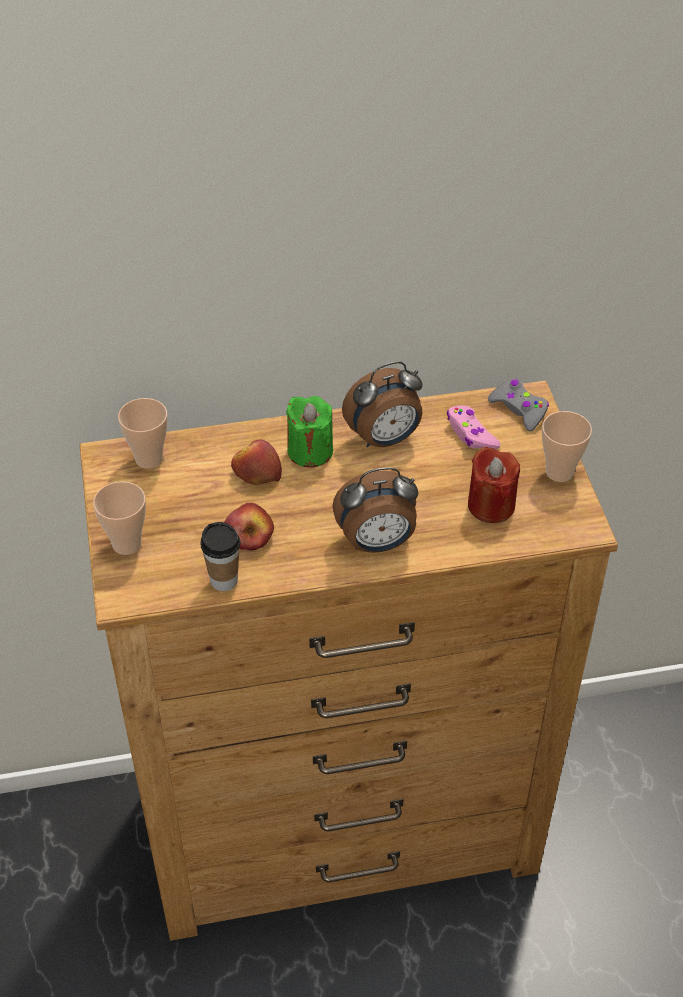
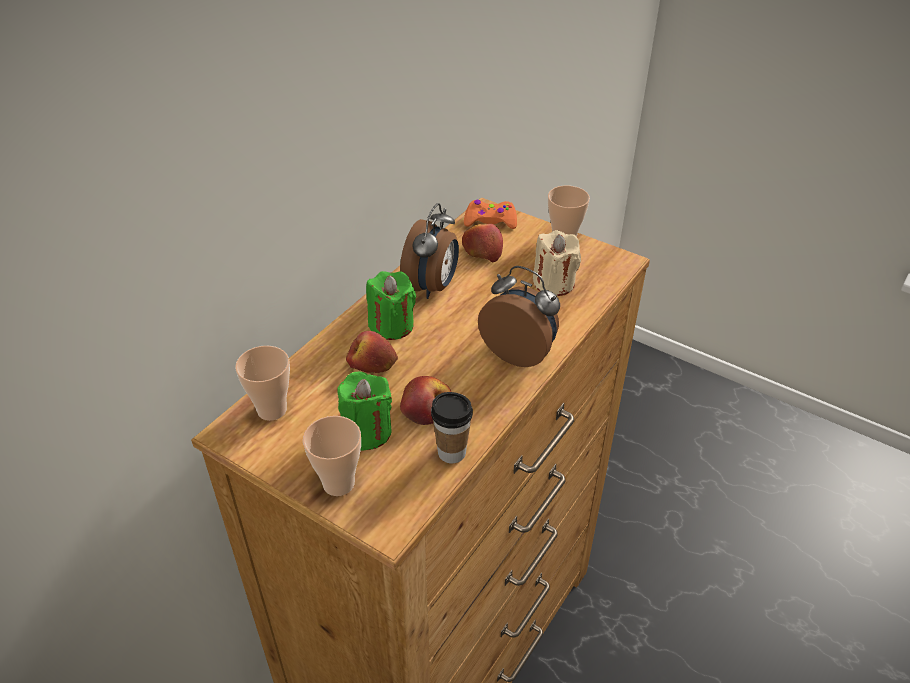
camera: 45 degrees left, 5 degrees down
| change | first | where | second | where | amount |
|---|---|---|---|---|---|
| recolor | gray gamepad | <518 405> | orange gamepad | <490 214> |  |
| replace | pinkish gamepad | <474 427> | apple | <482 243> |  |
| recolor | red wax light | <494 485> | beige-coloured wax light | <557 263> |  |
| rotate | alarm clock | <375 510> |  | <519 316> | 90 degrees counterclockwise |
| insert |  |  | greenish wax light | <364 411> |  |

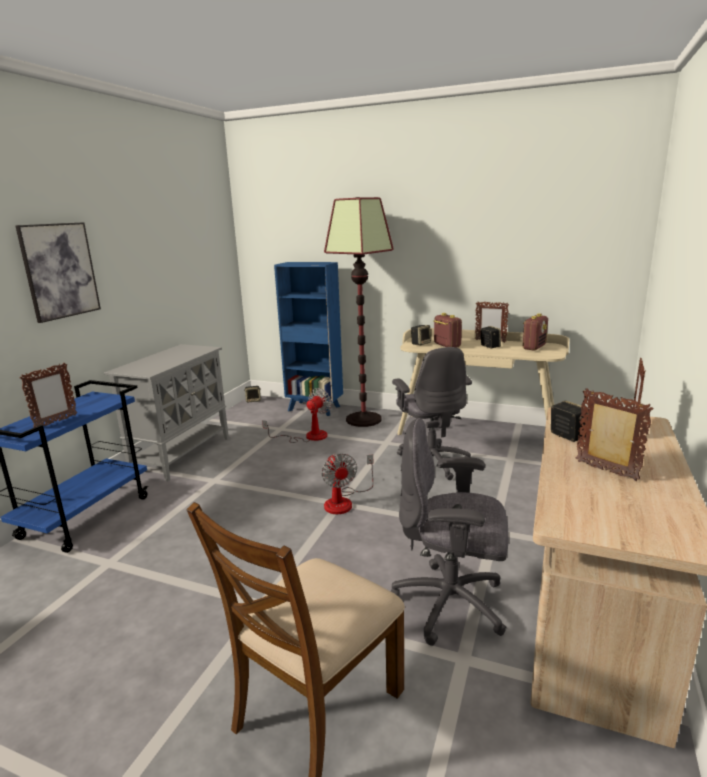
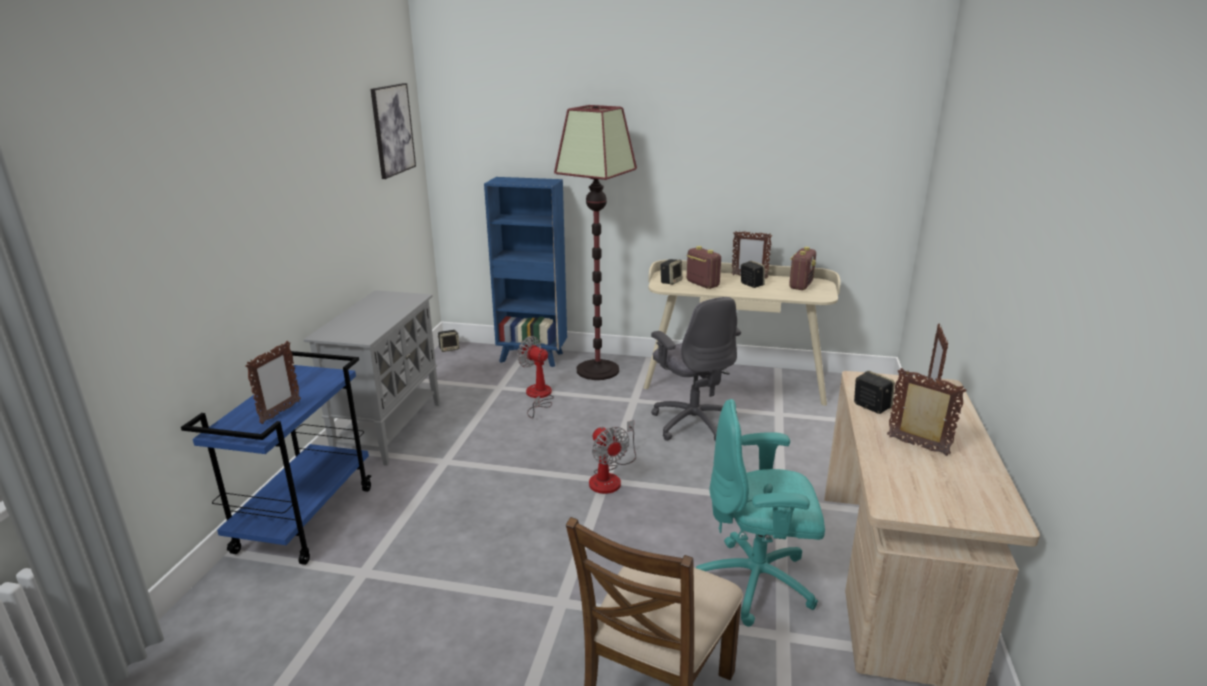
camera: 10 degrees left, 5 degrees up
| change | first | where | second | where | amount |
|---|---|---|---|---|---|
| move | wall art | <58 272> |  | <393 131> |  |
| rotate | electric fan | <297 415> |  | <535 377> | 75 degrees counterclockwise |
| recolor | gray desk chair | <450 532> | blue-green desk chair | <760 513> |  |

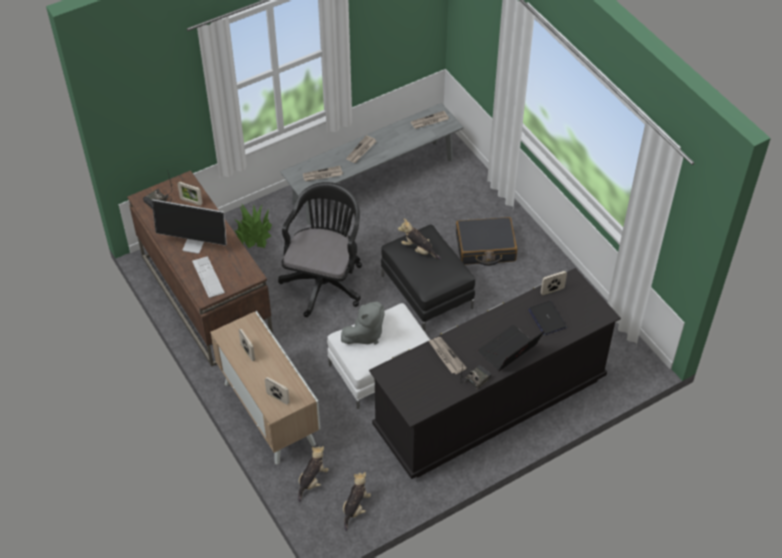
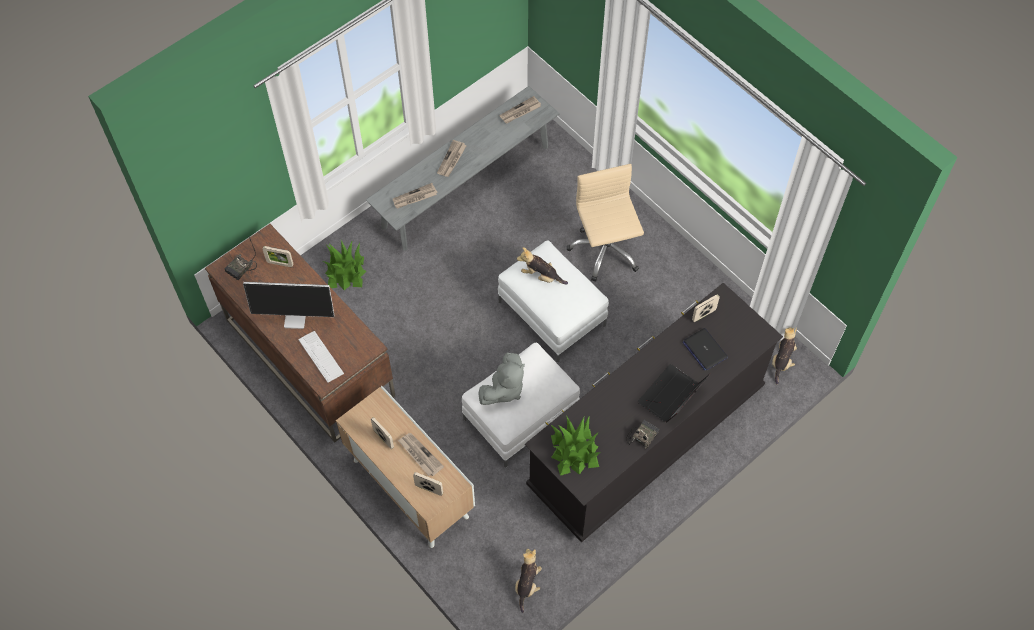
camera: 10 degrees left, 10 degrees up
| change | first | where | second | where | amount |
|---|---|---|---|---|---|
| delete | black desk chair | <320 249> |  |  |  |
| replace | black suitcase | <486 241> | beige-coloured desk chair | <605 223> |  |
| recolor | black ottoman | <428 278> | whitish ottoman | <553 301> |  |
| move | printed paper | <447 355> |  | <421 454> |  |
| move | soft toy | <313 474> |  | <784 356> |  |
| insert |  |  | potted plant | <576 445> |  |

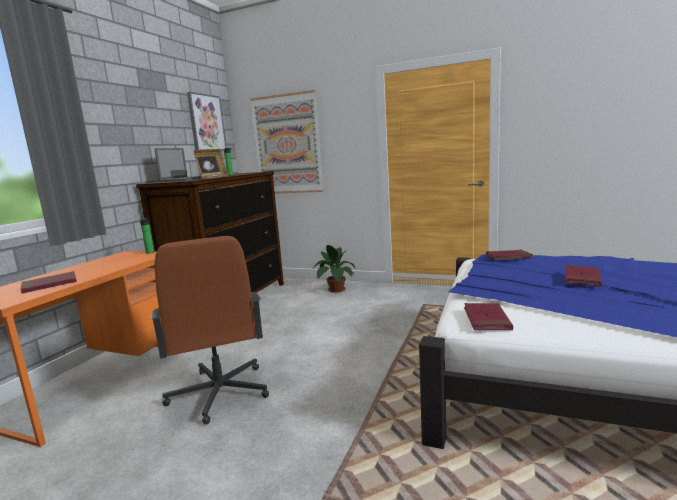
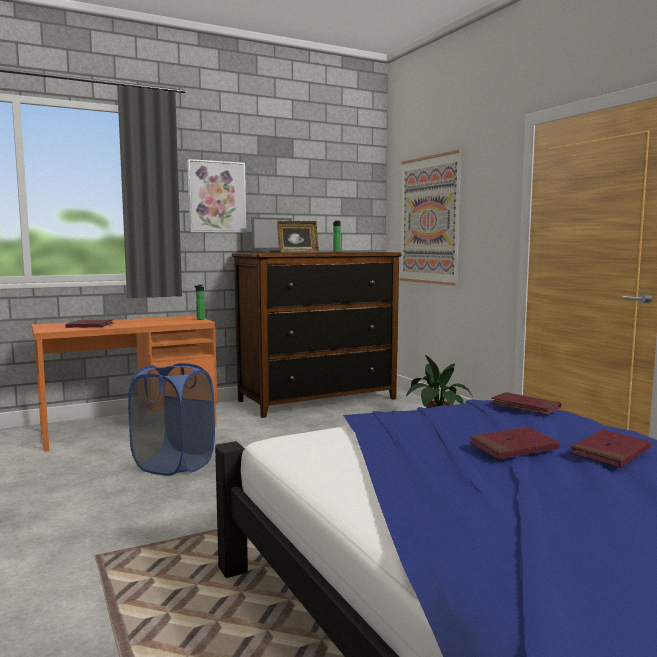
camera: 40 degrees right, 5 degrees down
| change | first | where | second | where | amount |
|---|---|---|---|---|---|
| move | wall art | <206 121> |  | <216 196> |  |
| replace | brown desk chair | <209 330> | bluish washing basket | <171 419> |  |
| move | red book | <488 317> |  | <610 448> |  |

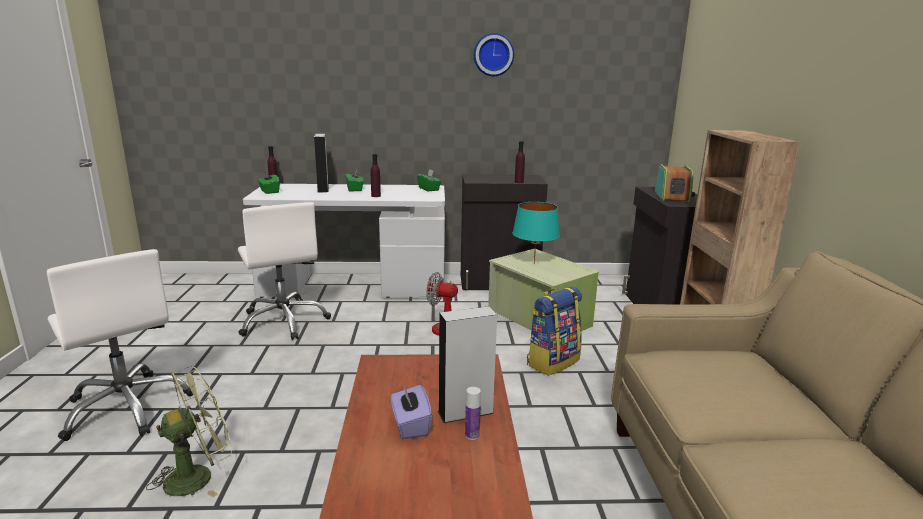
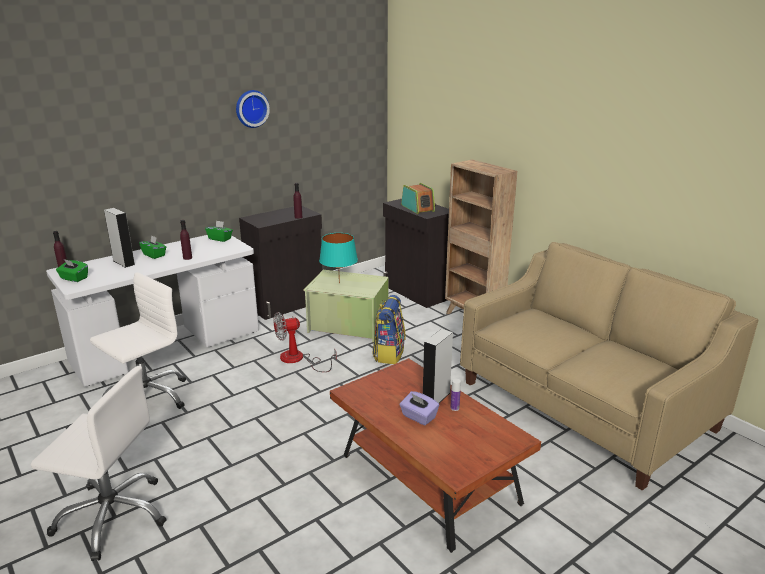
camera: 35 degrees left, 5 degrees up
| change | first | where | second | where | amount |
|---|---|---|---|---|---|
| rotate | whitish desk chair | <284 271> |  | <138 340> | 75 degrees counterclockwise |
| delete | greenish electric fan | <189 431> |  |  |  |

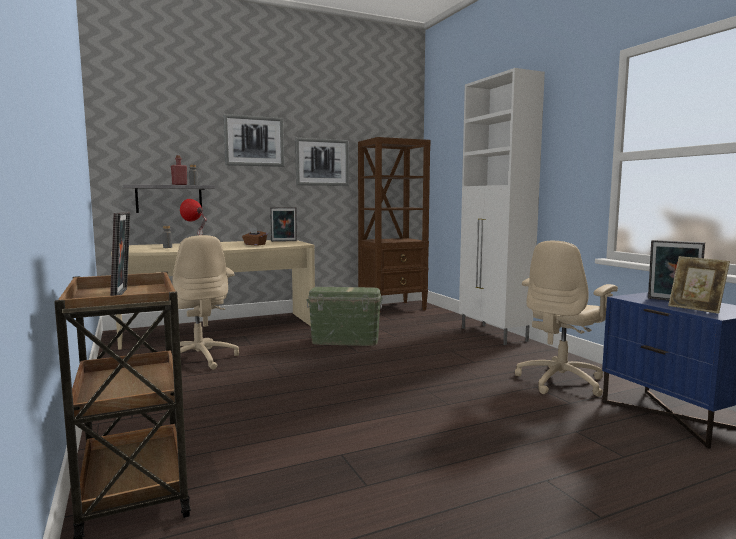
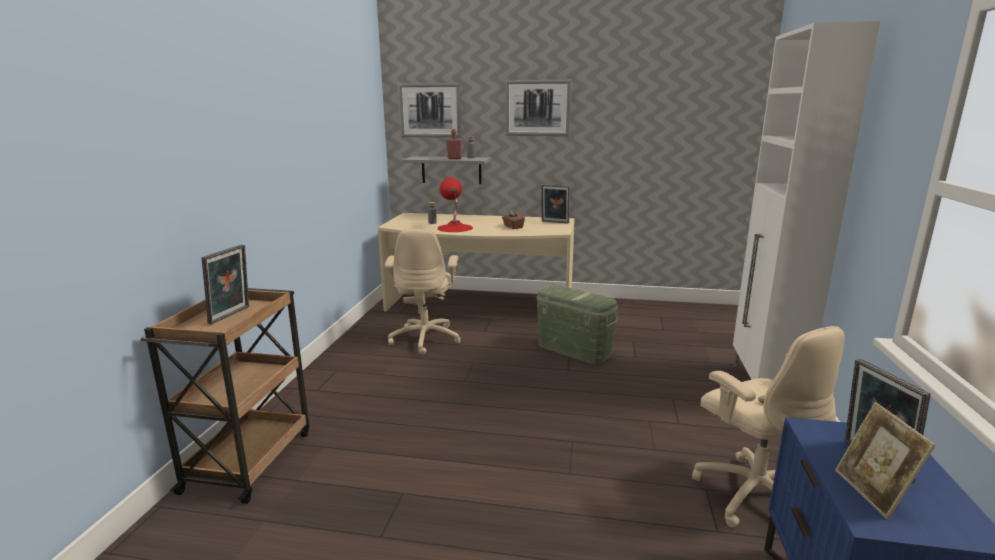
camera: 35 degrees right, 10 degrees up
| change | first | where | second | where | amount |
|---|---|---|---|---|---|
| delete | brown bookshelf | <394 224> |  |  |  |
| move | wall art | <322 162> |  | <429 110> |  |
| rotate | beige-coloured desk chair | <566 319> |  | <768 427> | 105 degrees counterclockwise |

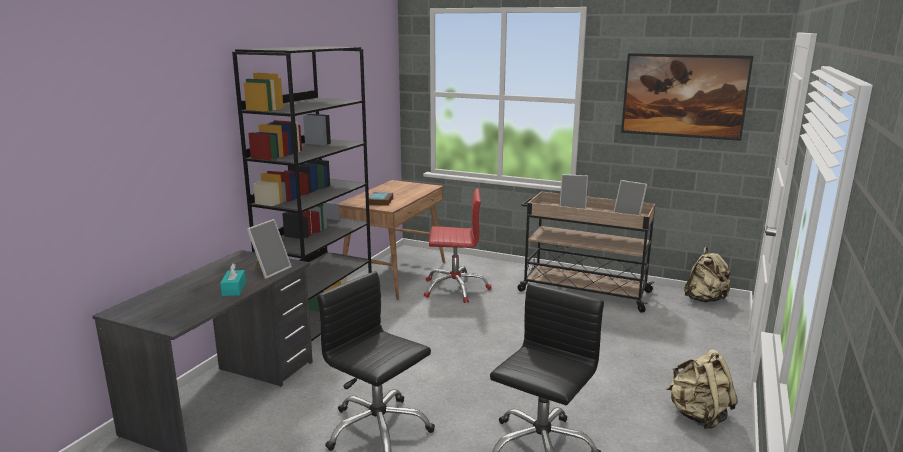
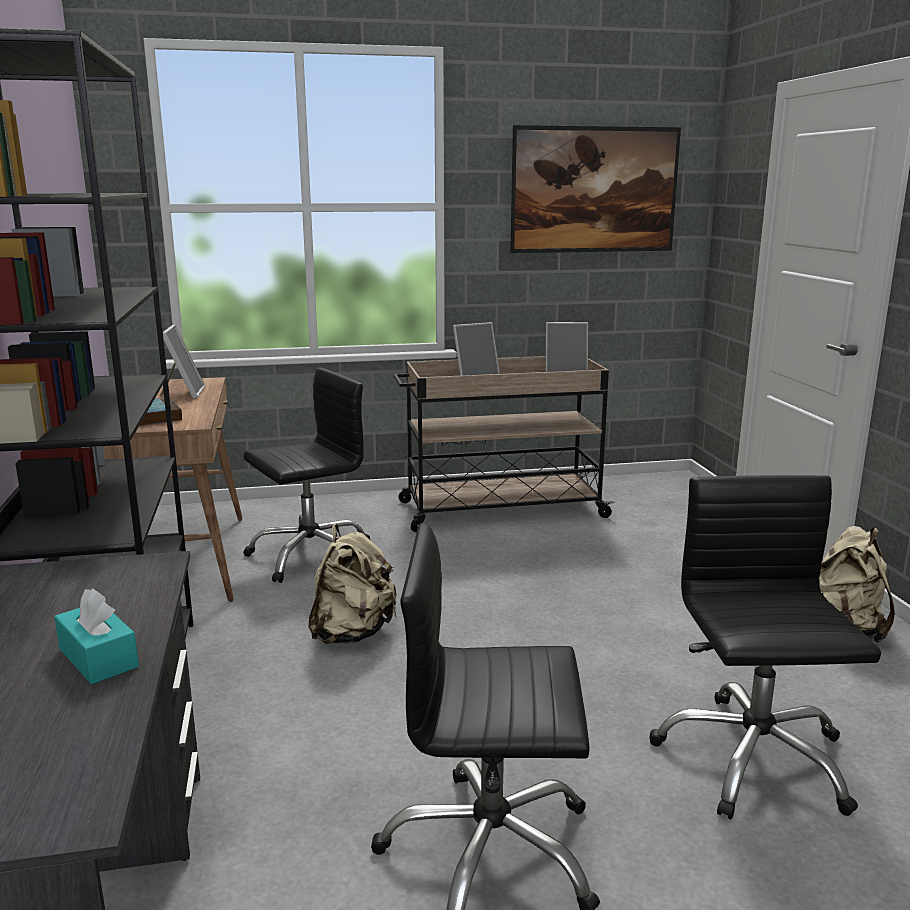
camera: 35 degrees left, 0 degrees up
| change | first | where | second | where | amount |
|---|---|---|---|---|---|
| recolor | red desk chair | <458 245> | black desk chair | <306 475> |  |
| move | standing frame | <269 249> |  | <182 362> |  |
| move | beige-coloured knapsack | <707 274> |  | <352 584> |  |

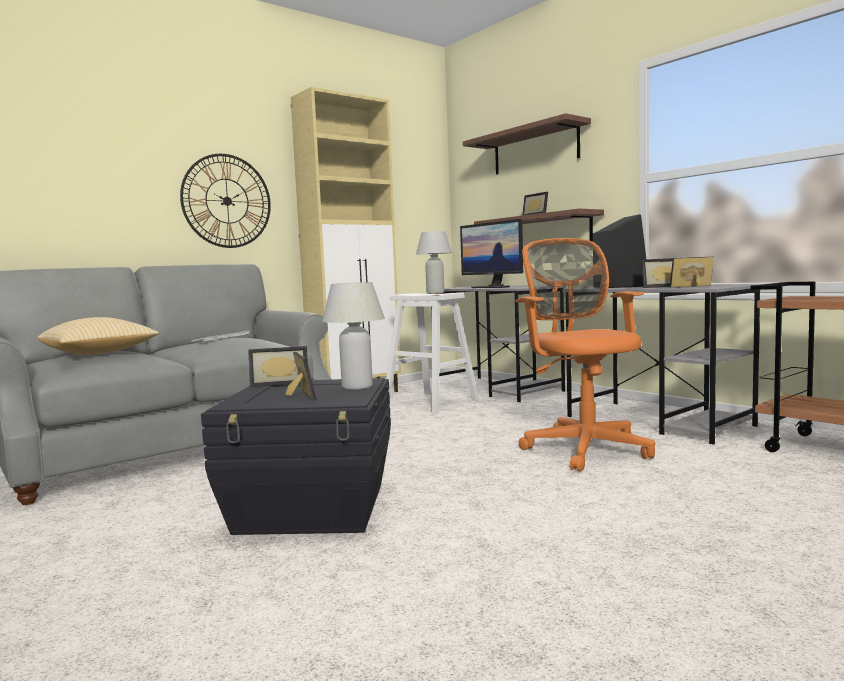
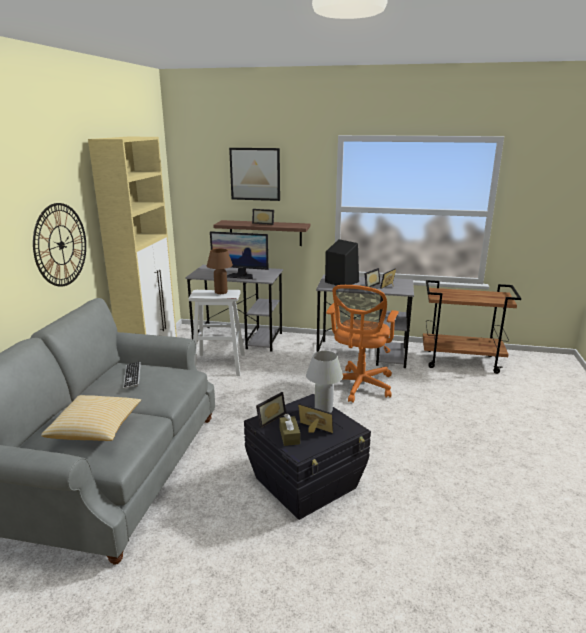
camera: 40 degrees left, 15 degrees up
| change | first | where | second | where | amount |
|---|---|---|---|---|---|
| replace | bracket shelf | <527 144> | wall art | <254 174> |  |
| recolor | whitish lamp for a table | <434 262> | brown lamp for a table | <220 271> |  |
| rotate | orange desk chair | <585 354> |  | <362 344> | 105 degrees counterclockwise |
| insert |  |  | brown tissue box | <289 430> |  |

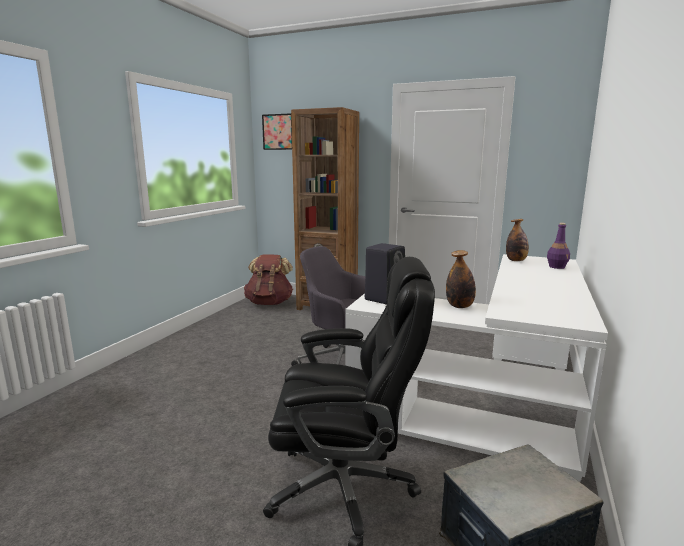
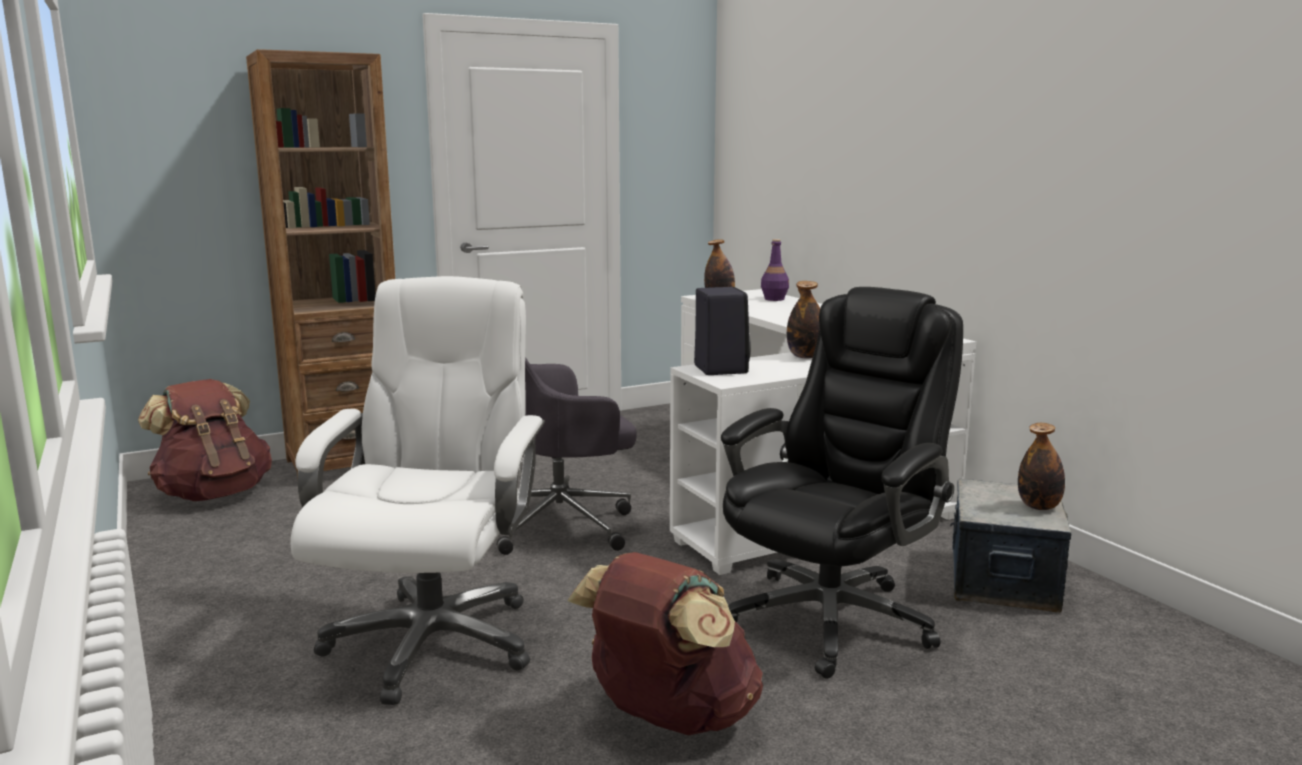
camera: 50 degrees left, 0 degrees up
| change | first | where | second | where | amount |
|---|---|---|---|---|---|
| delete | wall art | <277 131> |  |  |  |
| insert |  |  | whitish desk chair | <418 490> |  |
| insert |  |  | bottle | <1041 466> |  |
| insert |  |  | brown knapsack | <665 643> |  |

